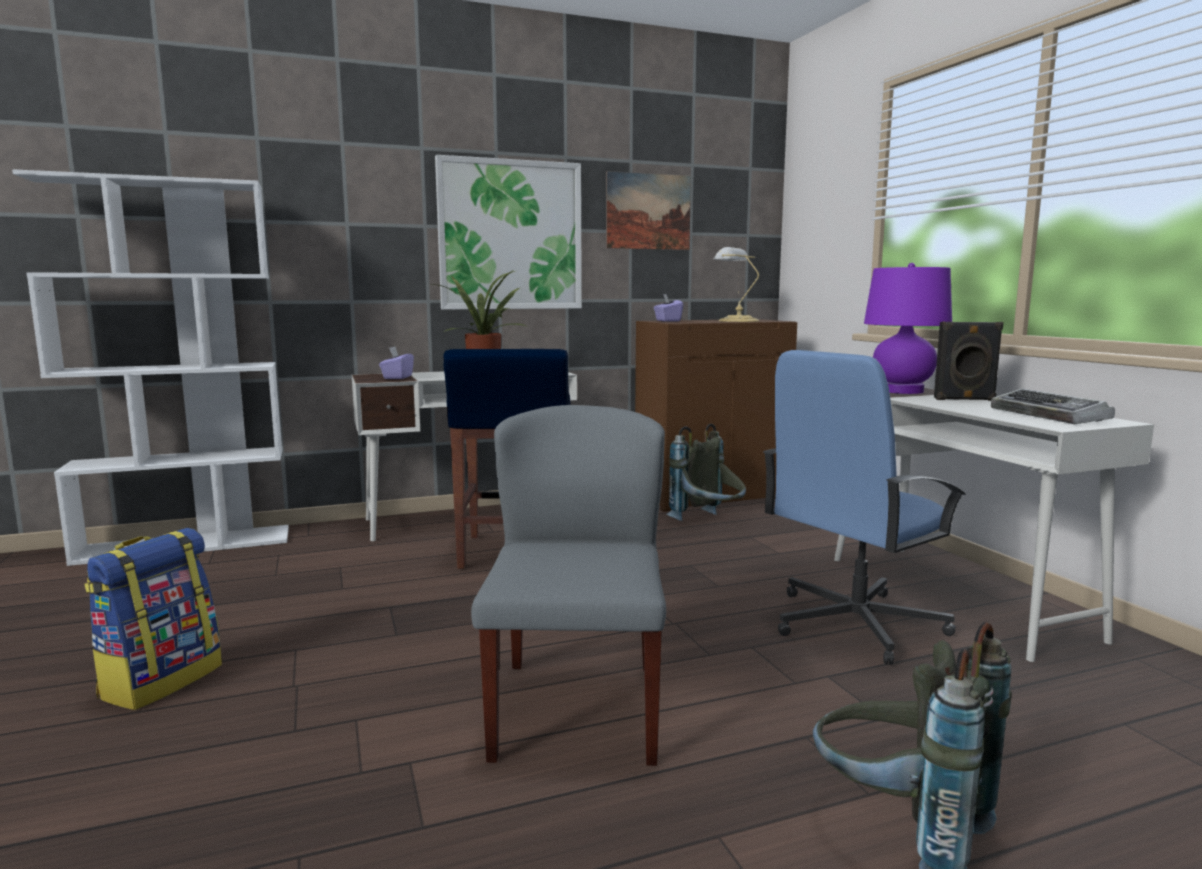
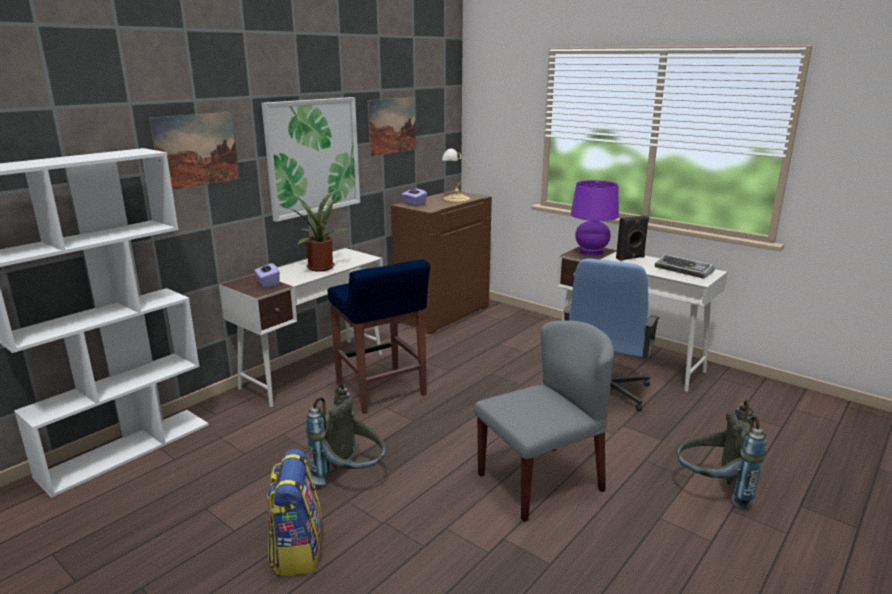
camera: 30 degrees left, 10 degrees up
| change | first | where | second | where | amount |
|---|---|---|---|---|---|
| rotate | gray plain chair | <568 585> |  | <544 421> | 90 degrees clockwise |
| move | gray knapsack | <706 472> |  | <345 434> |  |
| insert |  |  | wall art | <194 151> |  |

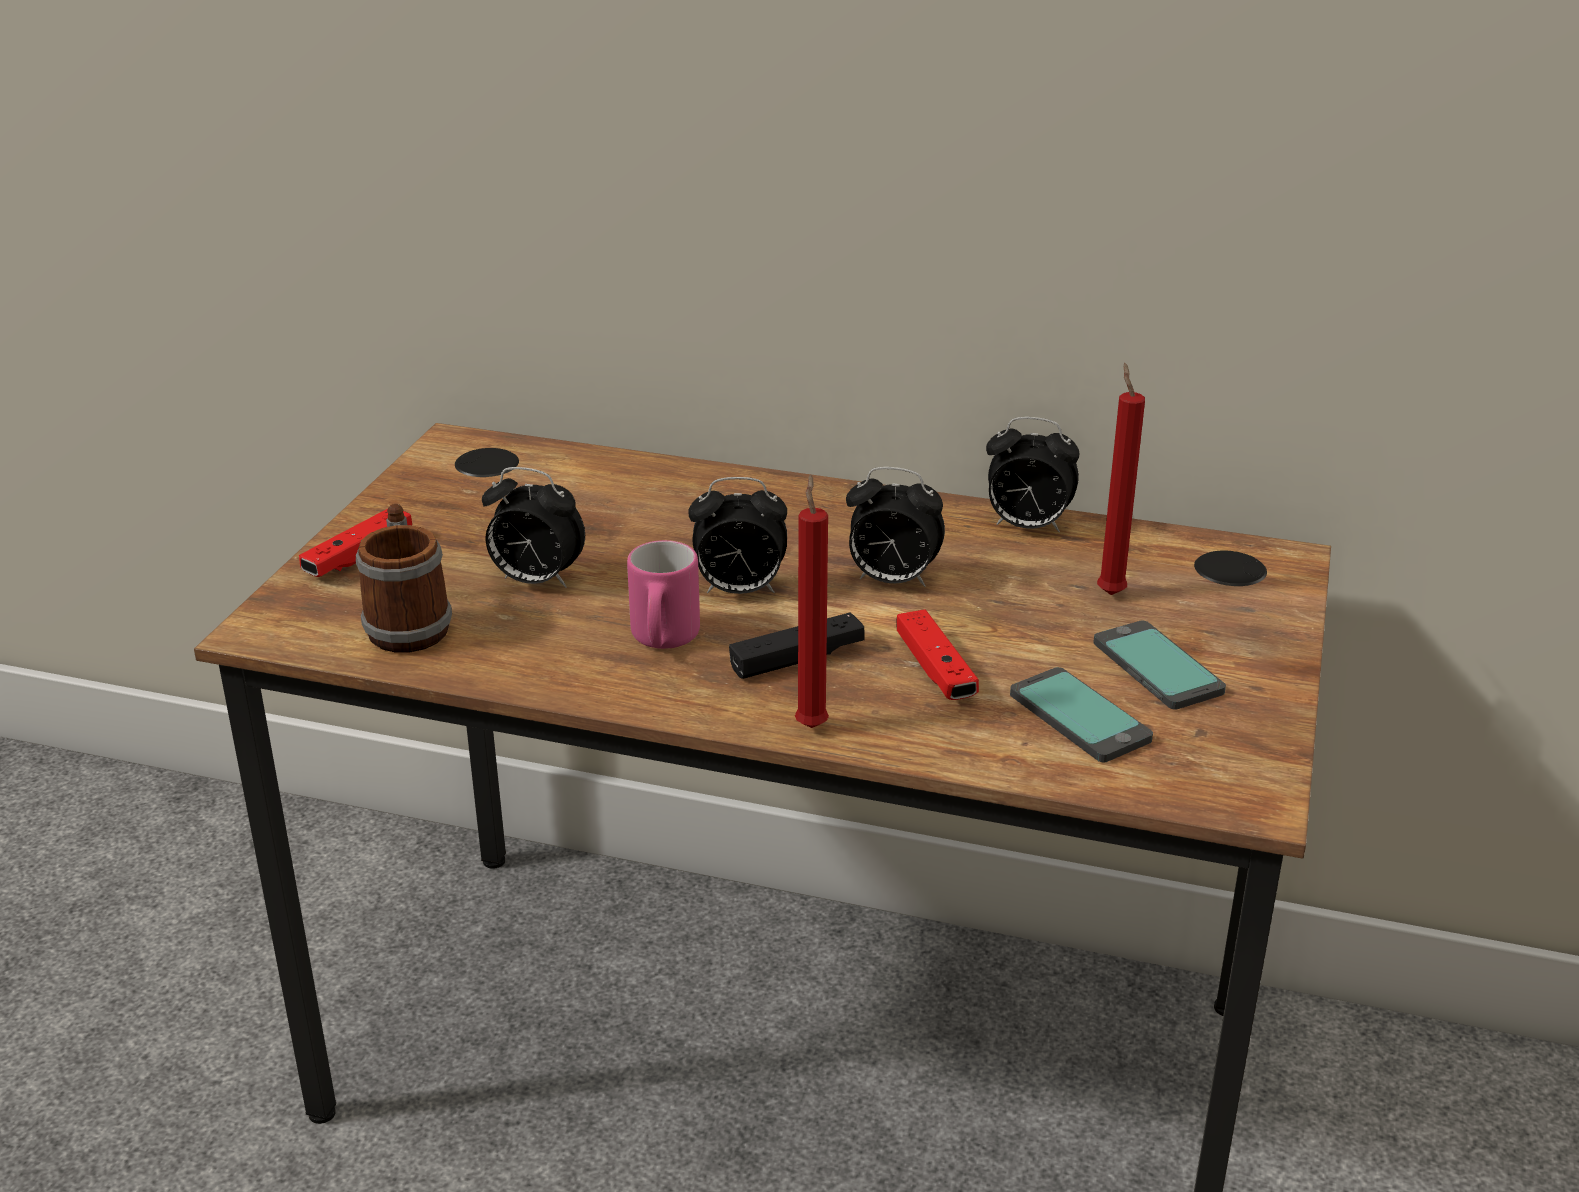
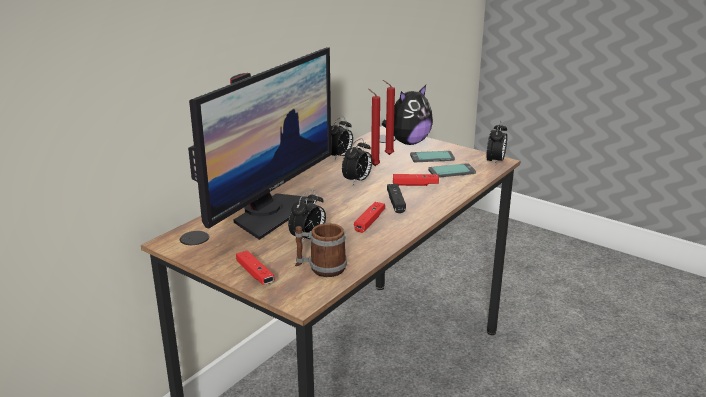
camera: 70 degrees left, 5 degrees down
| change | first | where | second | where | amount |
|---|---|---|---|---|---|
| move | red wax light | <812 601> |  | <374 127> |  |
| move | alarm clock | <737 535> |  | <496 143> |  |
| replace | pinkish coffee mug | <663 594> | red gamepad | <369 217> |  |
| insert |  |  | monitor | <259 143> |  |
| insert |  |  | soft toy | <407 115> |  |

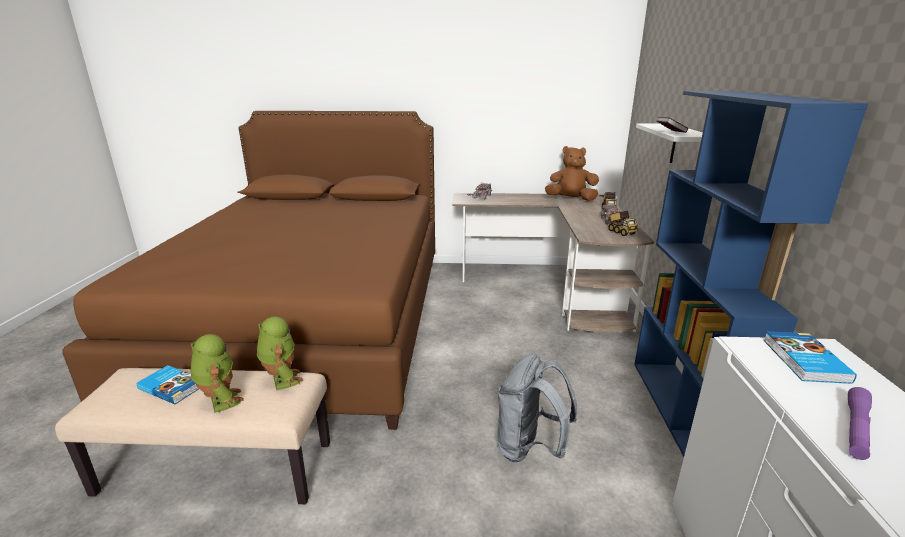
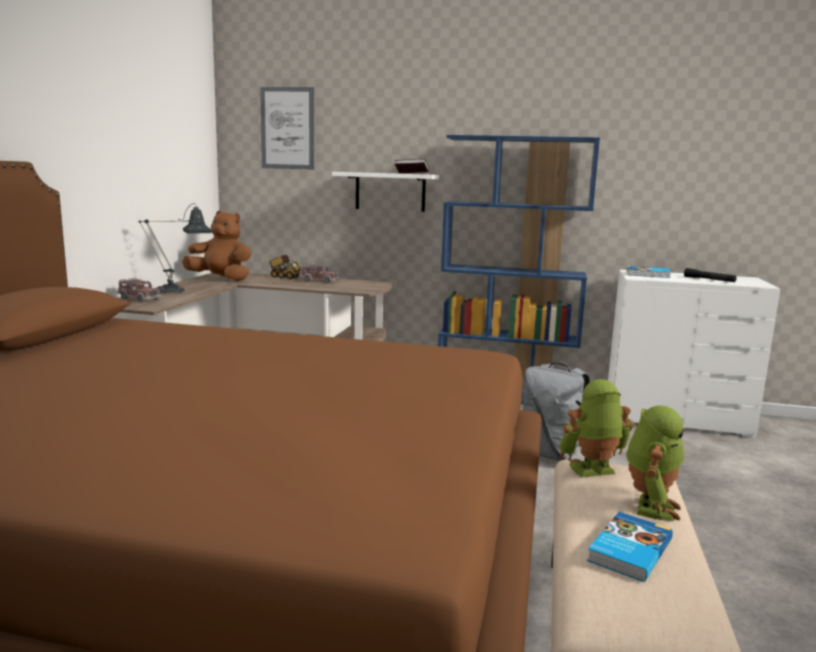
camera: 80 degrees left, 10 degrees down
| change | first | where | second | where | amount |
|---|---|---|---|---|---|
| rotate | brown soft toy | <572 173> |  | <216 245> | 90 degrees clockwise |
| delete | model truck | <623 223> |  |  |  |
| rotate | model robot | <217 373> |  | <655 463> | 135 degrees clockwise |
| recolor | purple flashlight | <860 423> | black flashlight | <710 275> |  |
| insert |  |  | wall art | <287 128> |  |
| insert |  |  | lamp for a table | <175 248> |  |

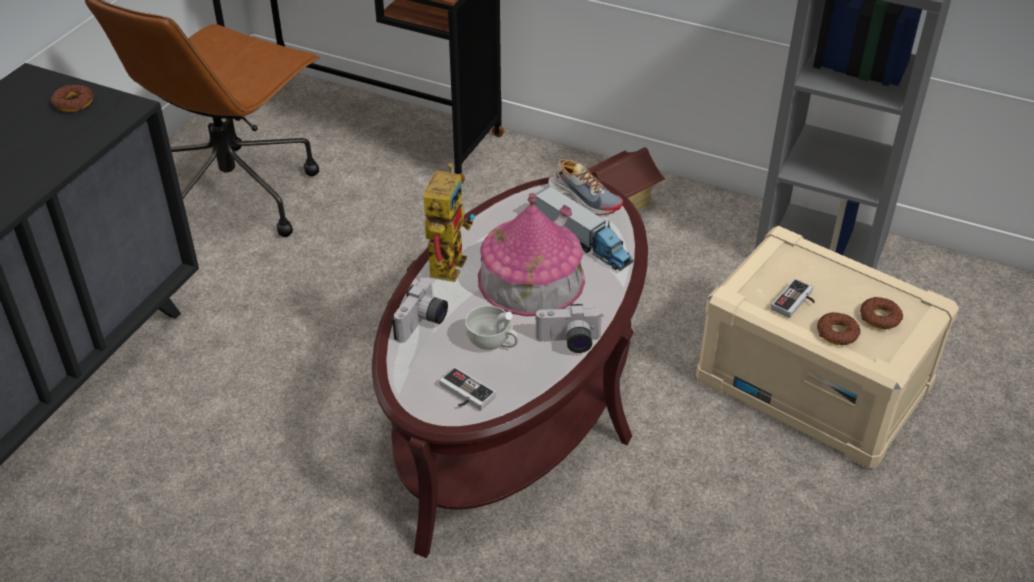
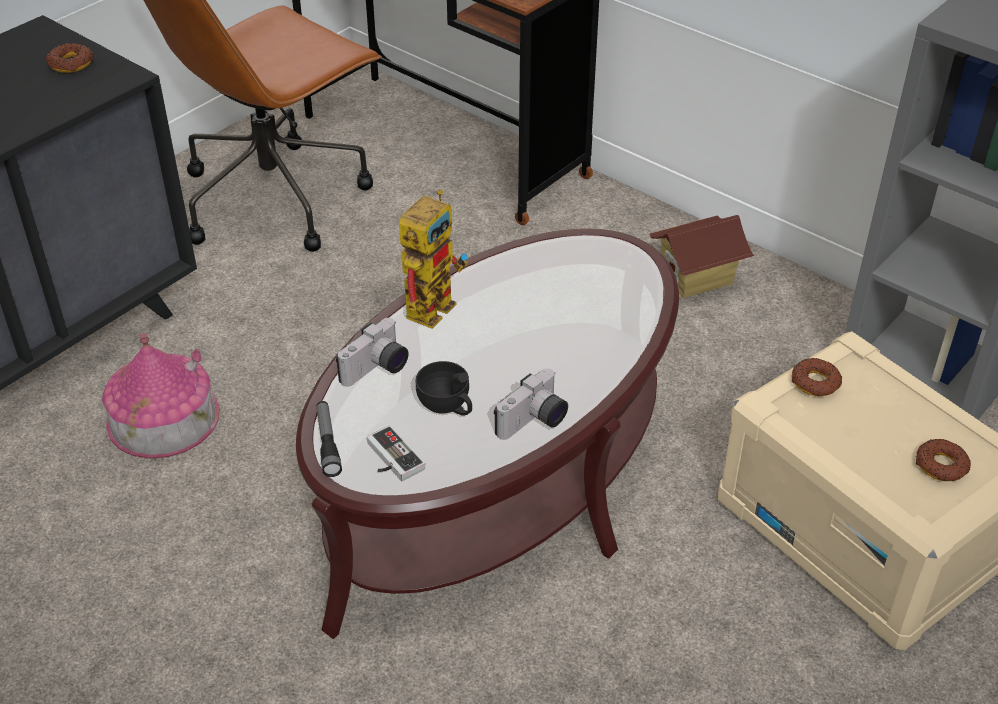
camera: 15 degrees right, 0 degrees up
| change | first | where | second | where | amount |
|---|---|---|---|---|---|
| delete | item of footwear | <585 187> |  |  |  |
| delete | model truck | <584 228> |  |  |  |
| move | toy house | <531 254> |  | <161 396> |  |
| delete | gamepad | <793 298> |  |  |  |
| rotate | still camera | <569 328> |  | <531 404> | 60 degrees counterclockwise |
| recolor | whitish cup | <492 328> | black cup | <444 388> |  |
| move | doughnut | <839 328> |  | <817 377> |  |
| insert |  |  | flashlight | <329 439> |  |

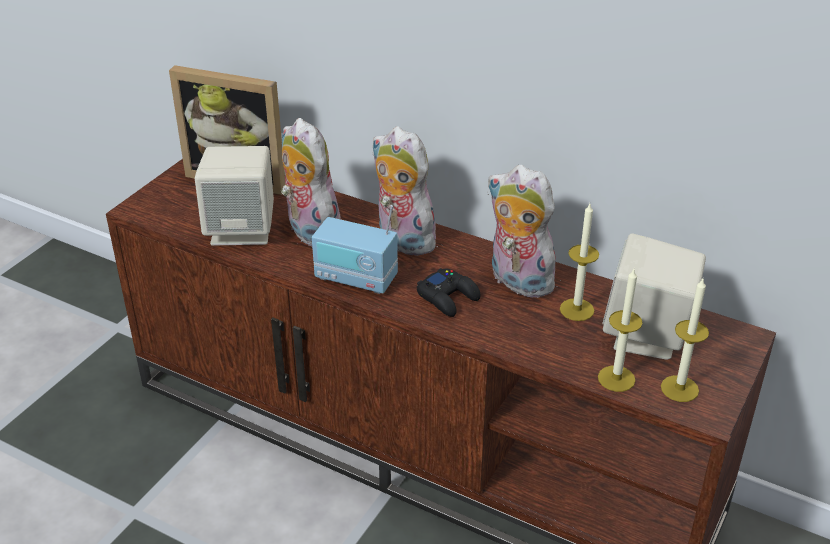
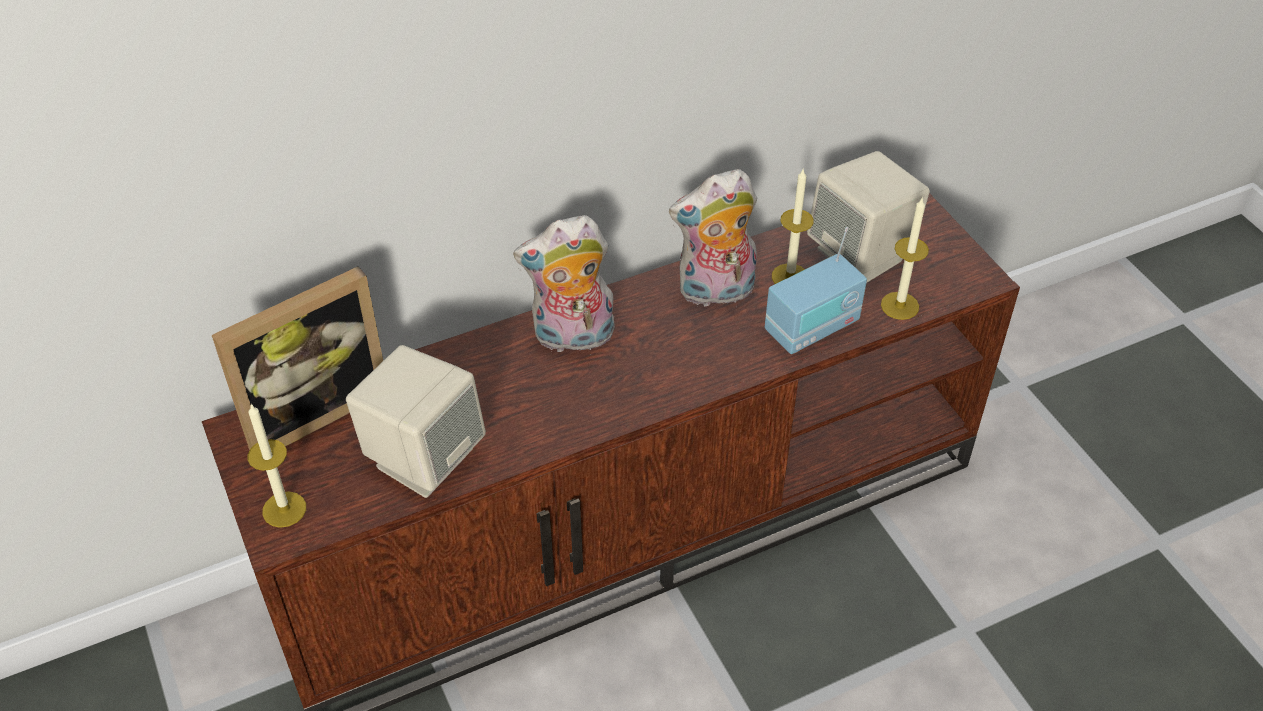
camera: 55 degrees left, 10 degrees up
| change | first | where | second | where | amount |
|---|---|---|---|---|---|
| delete | soft toy | <311 182> |  |  |  |
| move | radio receiver | <355 249> |  | <816 290> |  |
| delete | black gamepad | <449 292> |  |  |  |
| move | wax light | <685 339> |  | <276 466> |  |

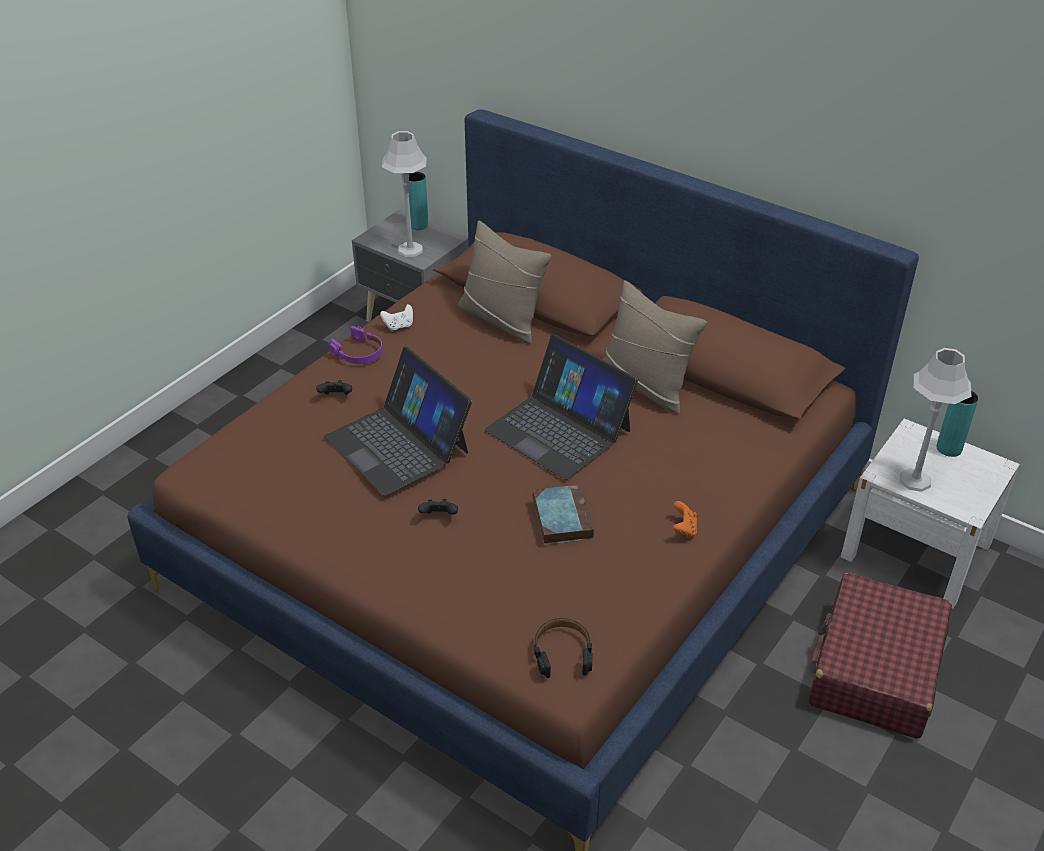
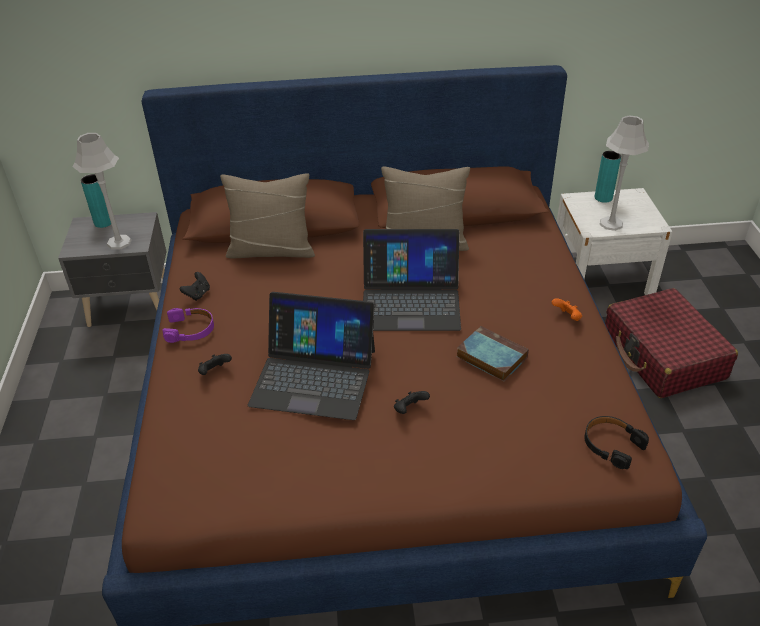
camera: 40 degrees left, 0 degrees up
| change | first | where | second | where | amount |
|---|---|---|---|---|---|
| recolor | whitish gamepad | <396 317> | black gamepad | <195 286> |  |

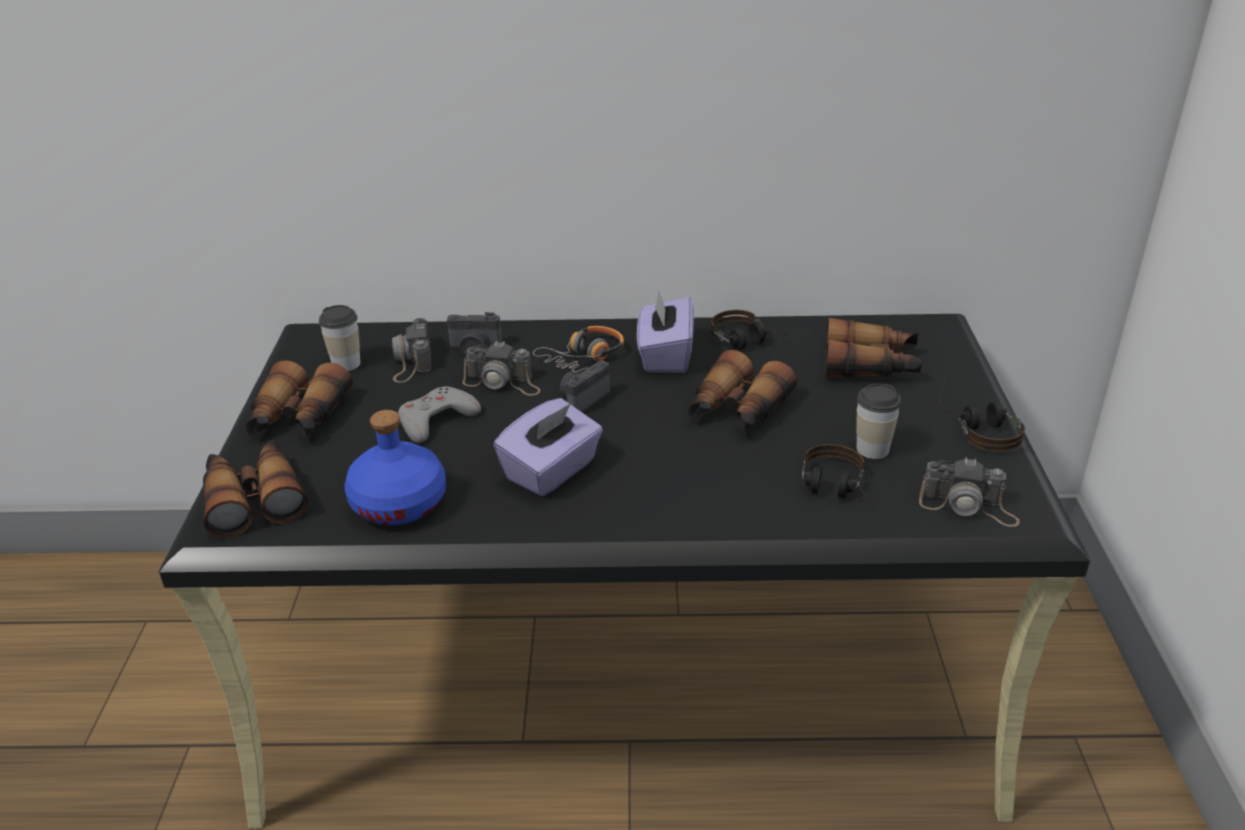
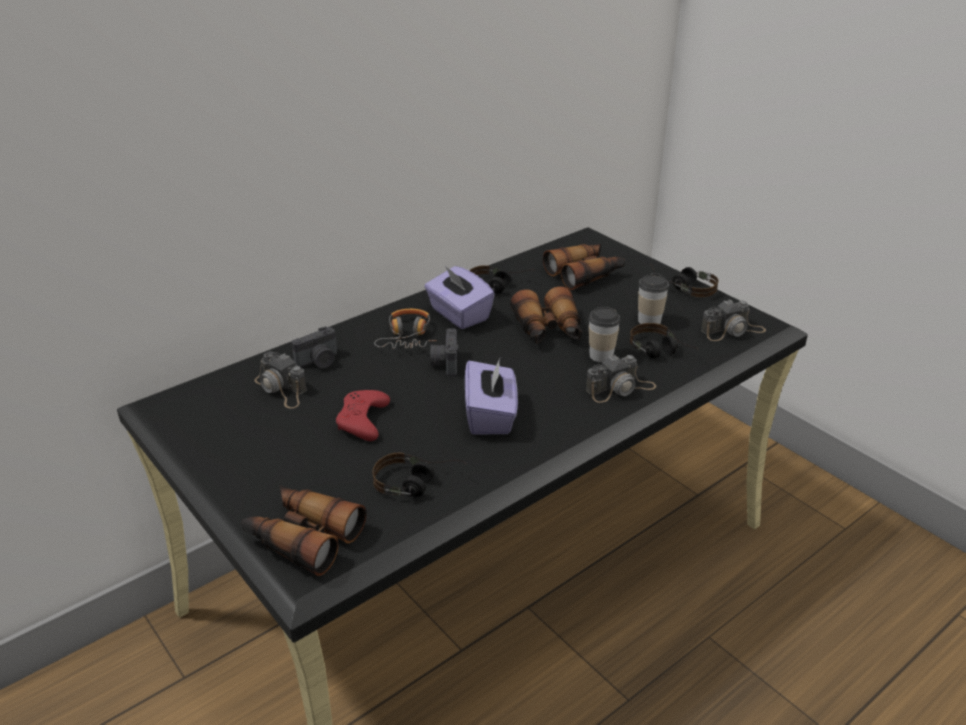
camera: 40 degrees left, 0 degrees up
| change | first | where | second | where | amount |
|---|---|---|---|---|---|
| move | cup | <340 338> |  | <605 335> |  |
| move | still camera | <501 368> |  | <621 379> |  |
| delete | binoculars | <299 399> |  |  |  |
| recolor | gray gamepad | <439 415> | red gamepad | <363 415> |  |
| replace | bluish bottle | <395 467> | headset | <419 475> |  |

